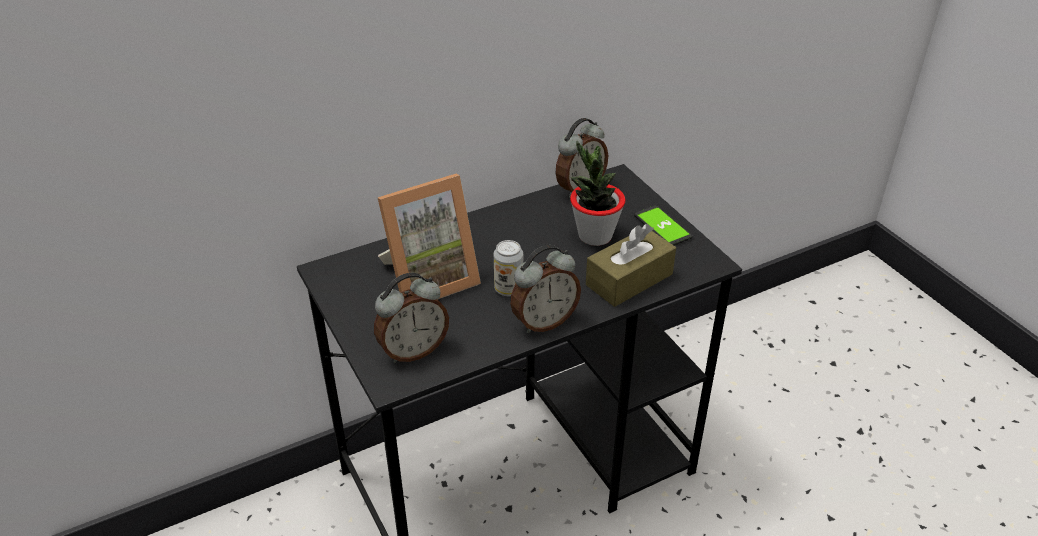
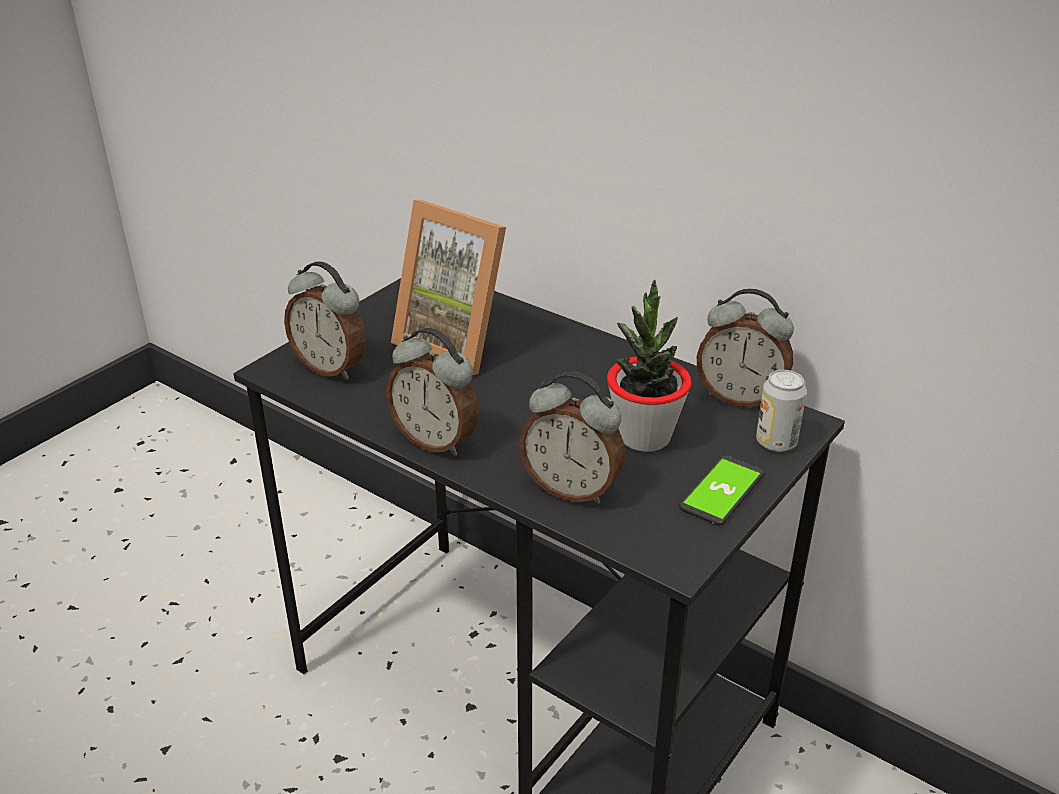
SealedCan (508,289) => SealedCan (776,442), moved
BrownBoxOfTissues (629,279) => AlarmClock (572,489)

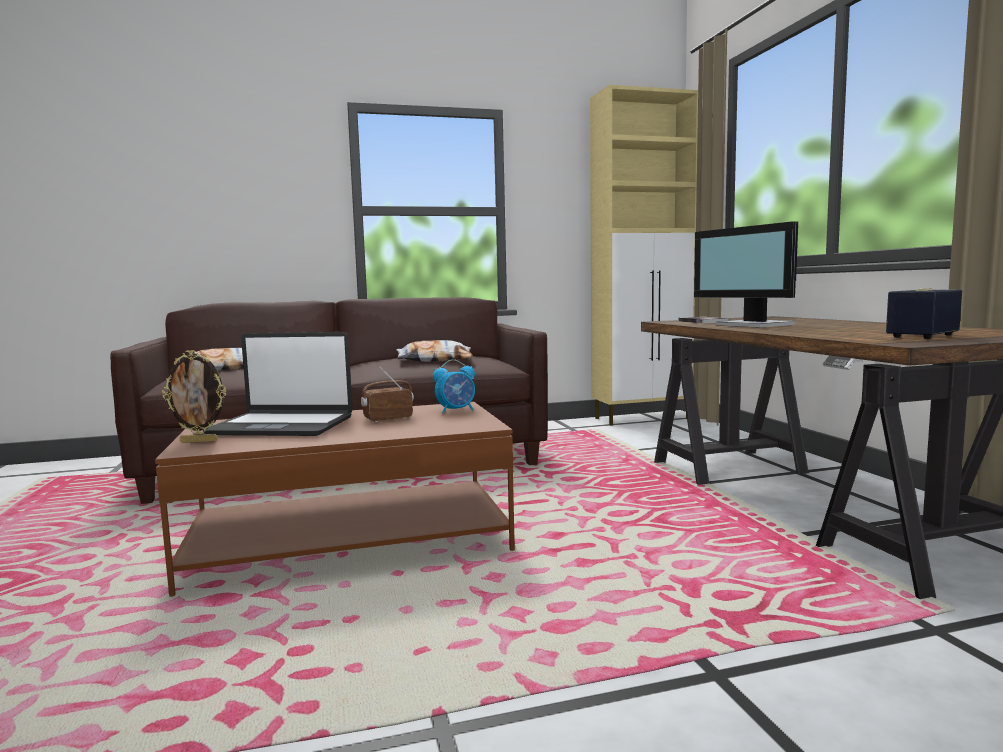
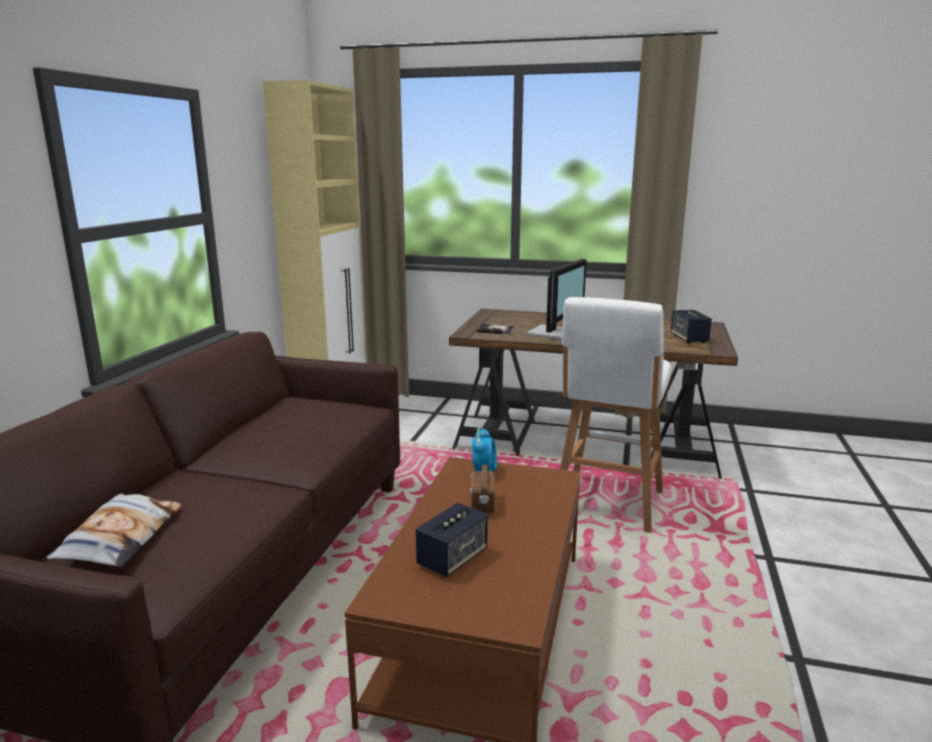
PhotoFrame (199,441) => nothing
Cushion (435,360) => nothing
nothing => WhiteColouredStoolSeat (607,504)
PortableComputer (283,426) => AudioSpeaker (452,559)
Monitor (753,325) => Monitor (553,333), 60 degrees counterclockwise

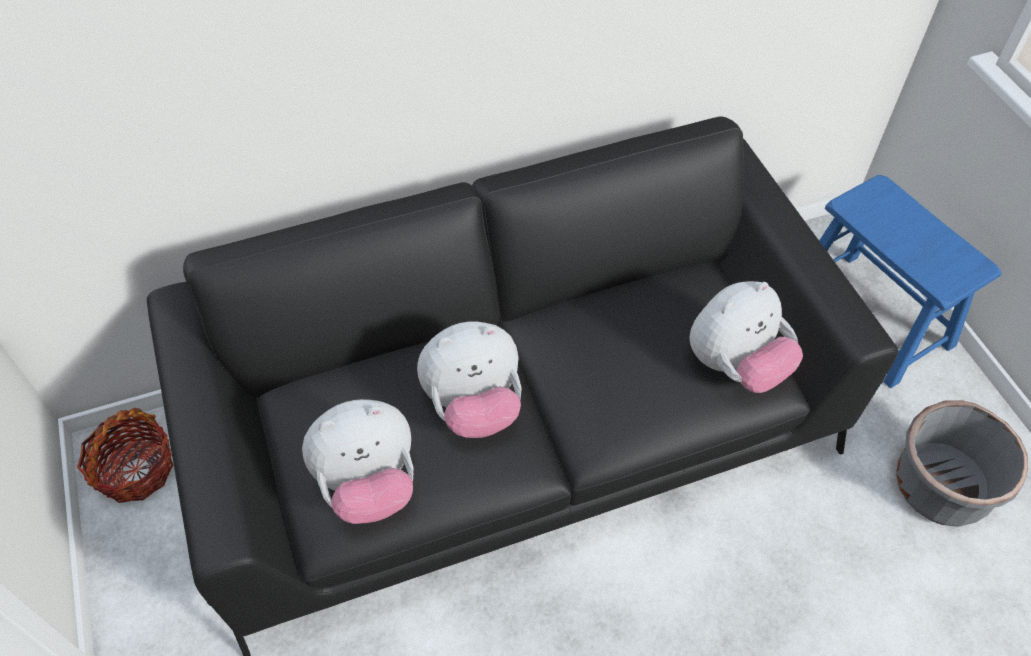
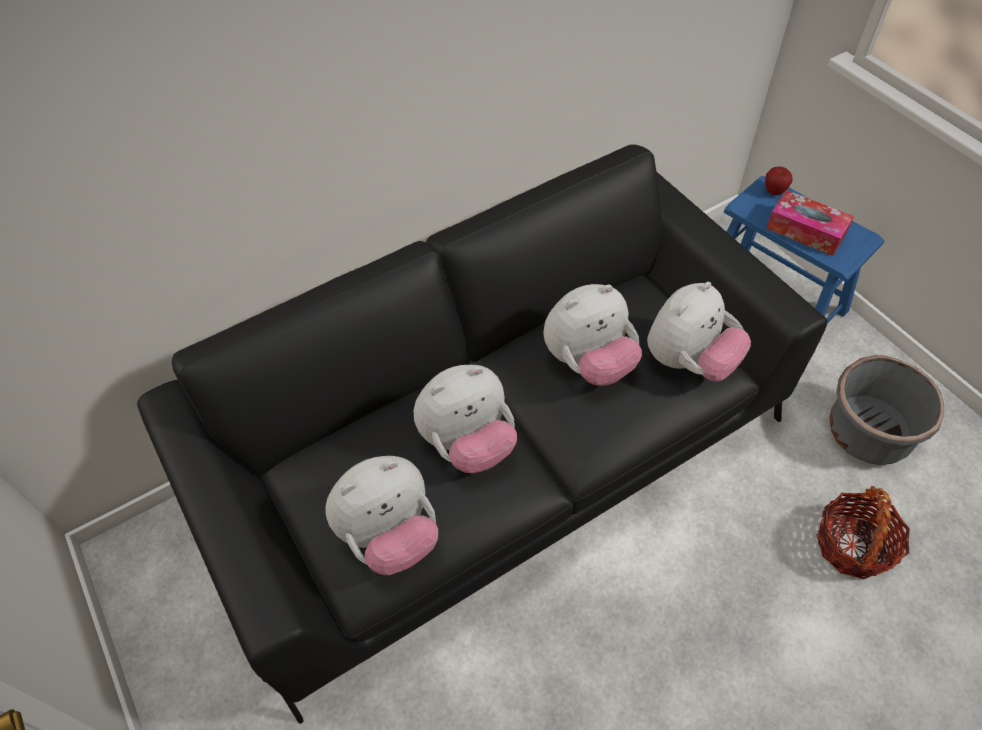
nothing => SoftToy (589,362)
nothing => WholeApple (774,191)
nothing => BoxOfTissues (805,231)
StorageBasket (136,470) => StorageBasket (853,545), moved

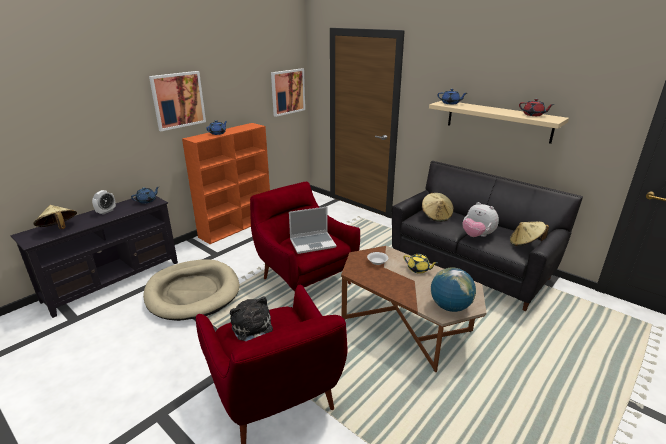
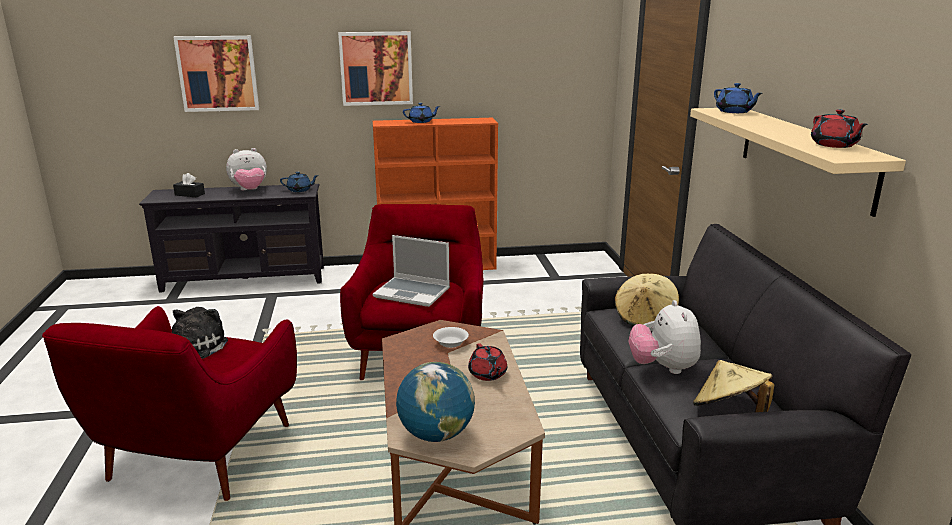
BeigeColouredDogCushion (193,292) => nothing
WallArt (287,92) => WallArt (218,73), moved
BeigeColouredWearableHat (59,229) => BlackBoxOfTissues (189,194)
AlarmClock (106,211) => SoftToy (249,190)
YellowColouredTeaPot (418,269) => ReddishTeaPot (487,374)

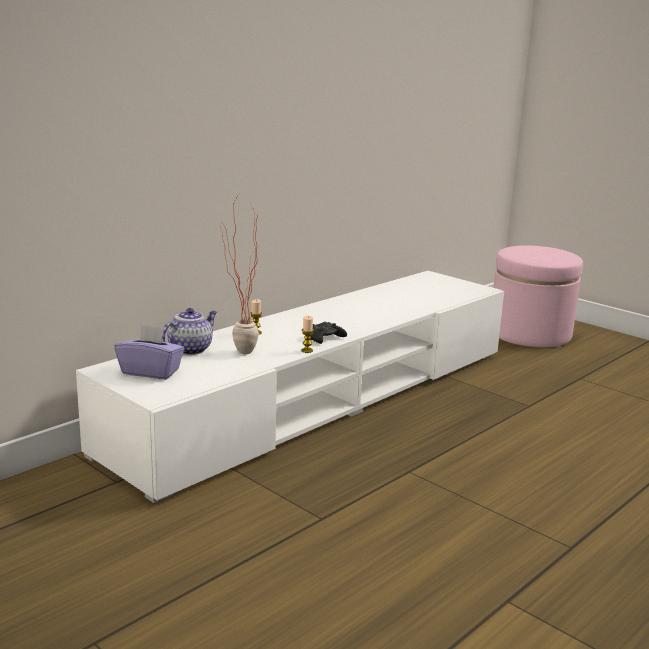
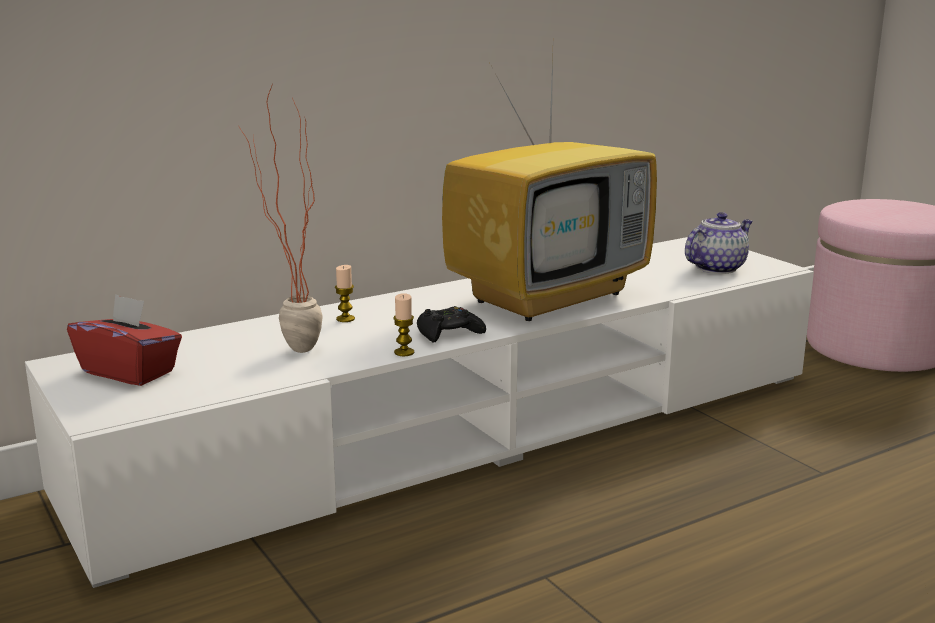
nothing => Tv (549,296)
TeaPot (190,349) => TeaPot (717,268), moved
PurpleBoxOfTissues (151,372) => ReddishBoxOfTissues (130,372)

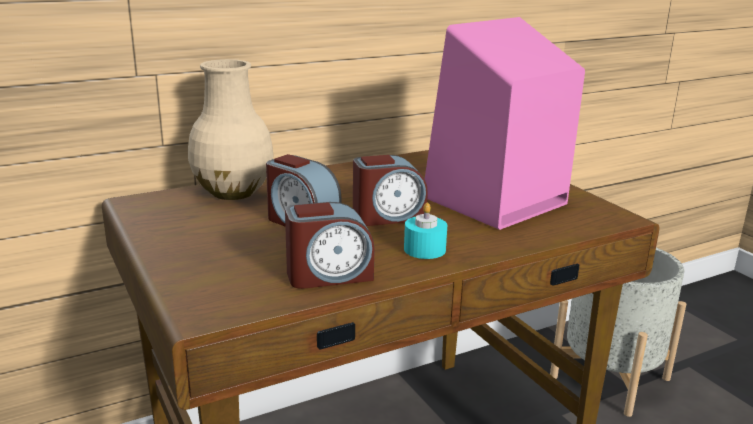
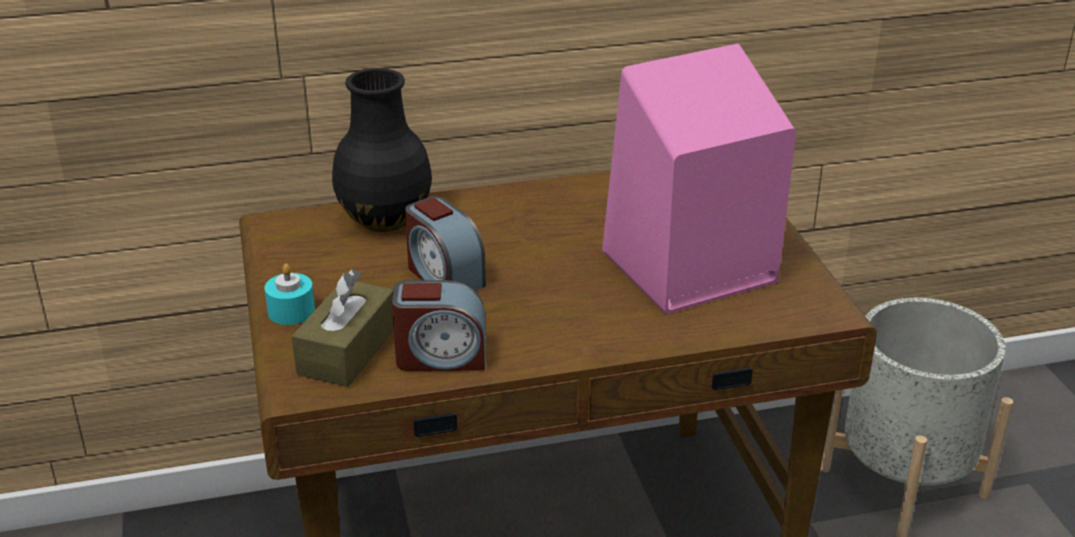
AlarmClock (388,216) => nothing
nothing => BrownBoxOfTissues (347,350)
TurquoiseWaxCandle (424,249) => TurquoiseWaxCandle (291,311), moved
BeigeColouredDecorativeVase (232,192) => BlackDecorativeVase (383,219)

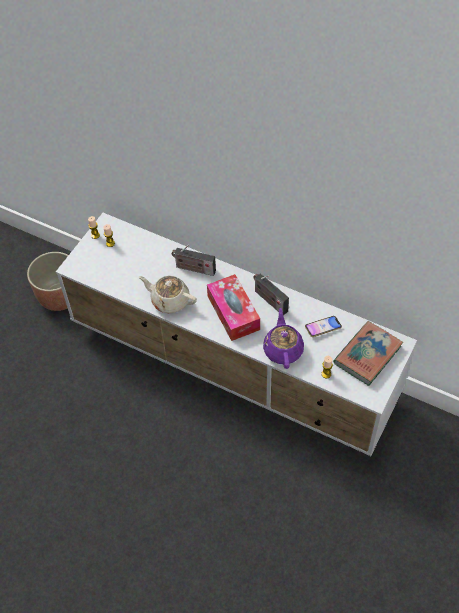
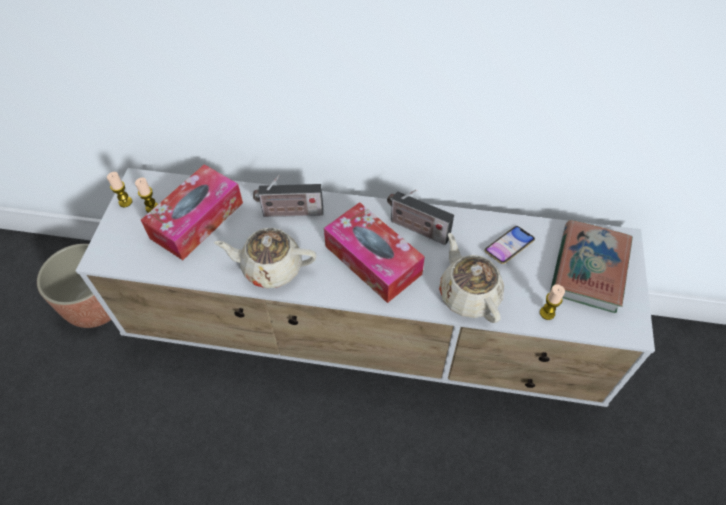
nothing => BoxOfTissues (197,220)
PurpleTeaPot (283,349) => BeigeColouredTeaPot (468,294)

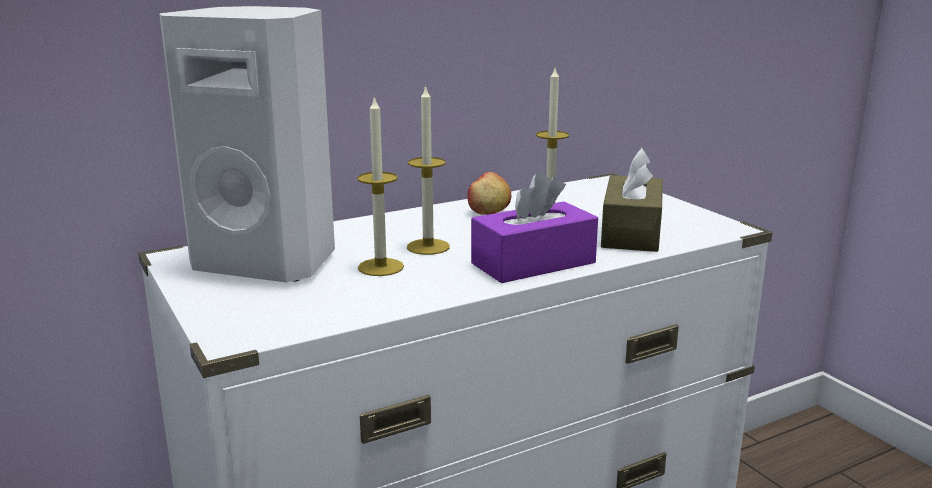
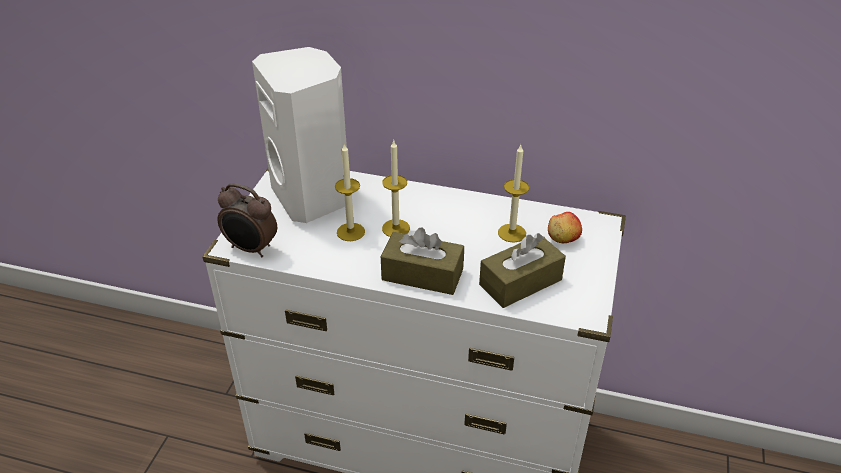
nothing => AlarmClock (251,249)
WholeApple (489,213) => WholeApple (563,238), moved
PurpleBoxOfTissues (533,263) => BrownBoxOfTissues (422,275)

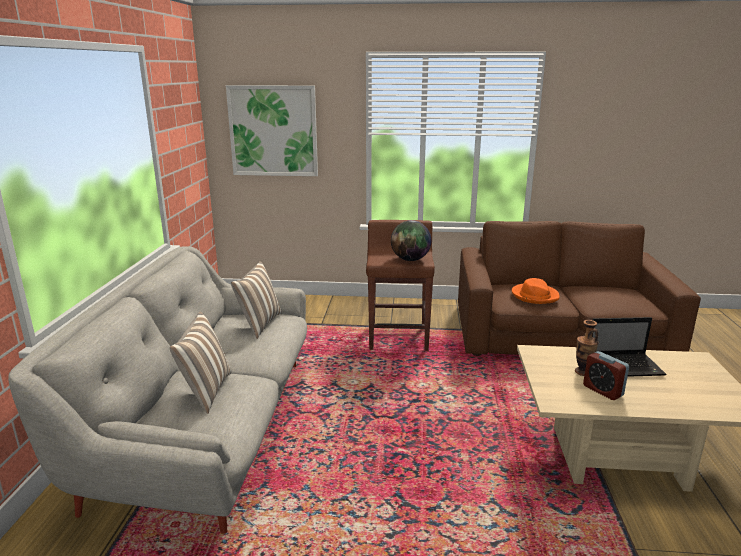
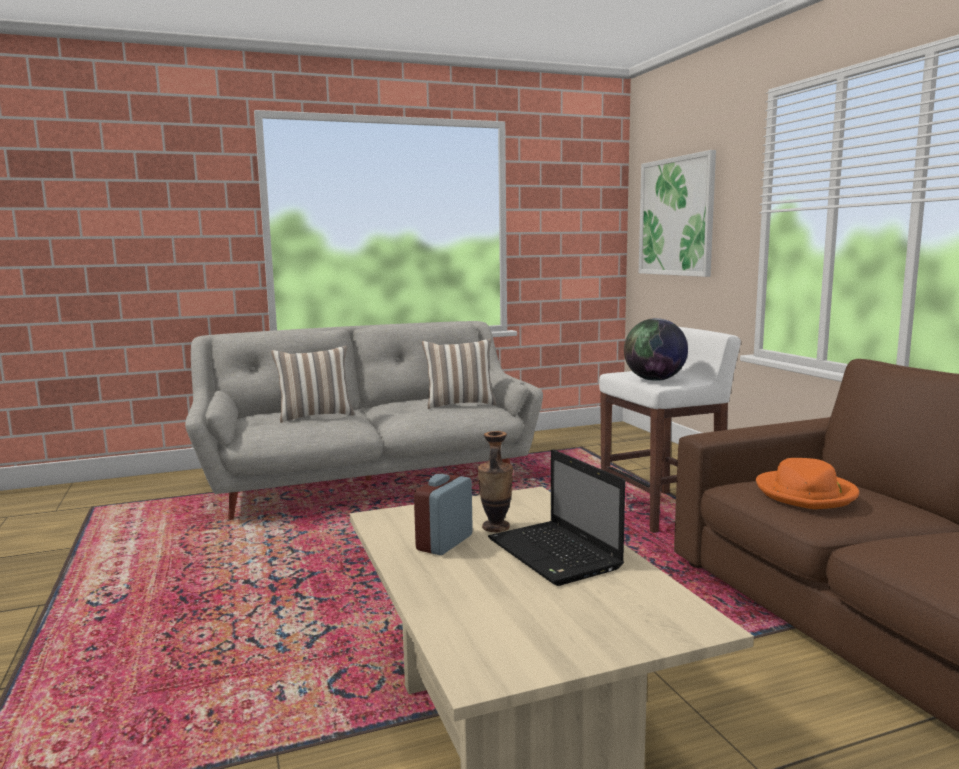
BrownStoolSeat (398,337) => WhiteColouredStoolSeat (662,511)

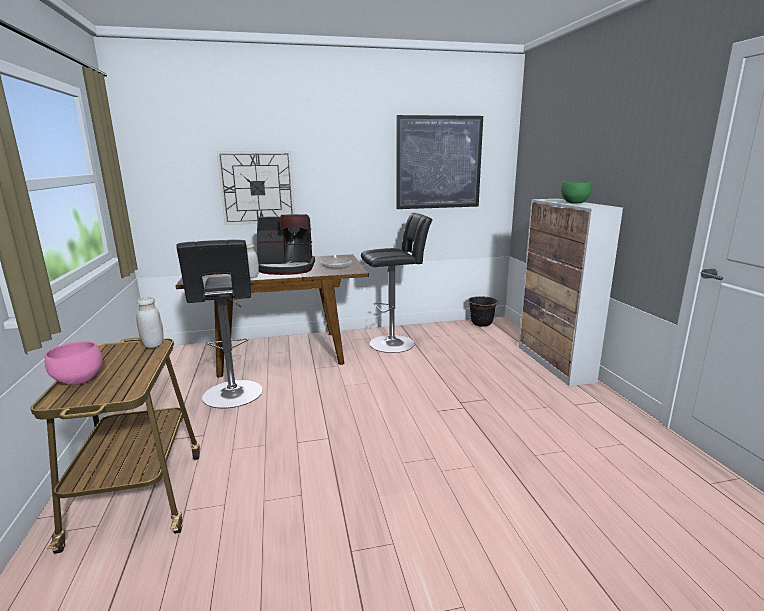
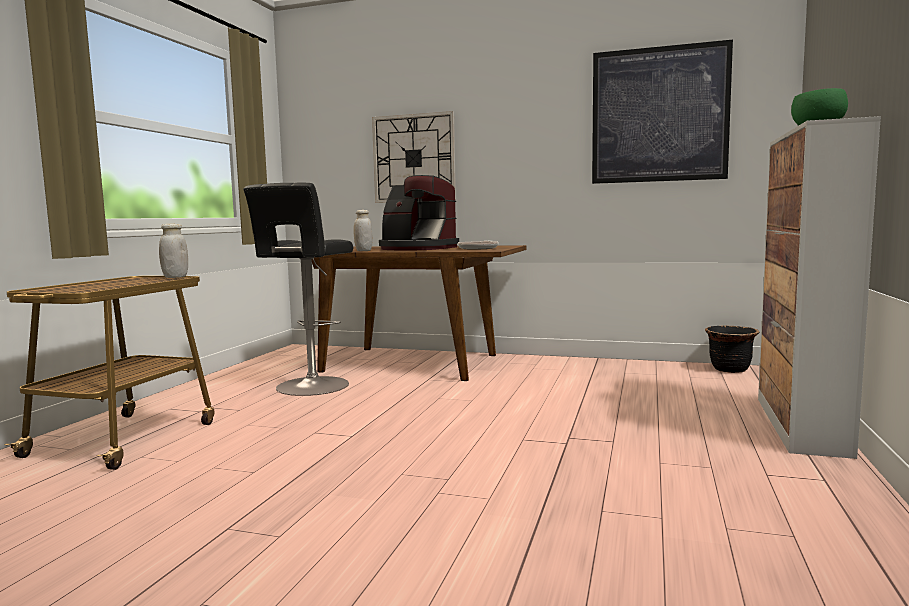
PinkishBowl (79,381) => nothing
BlackStoolSeat (395,343) => nothing

